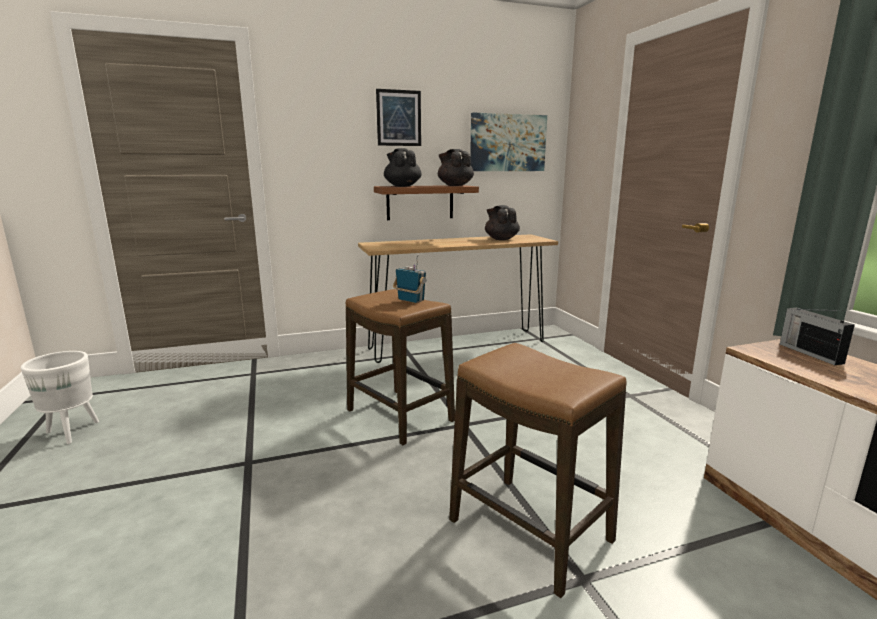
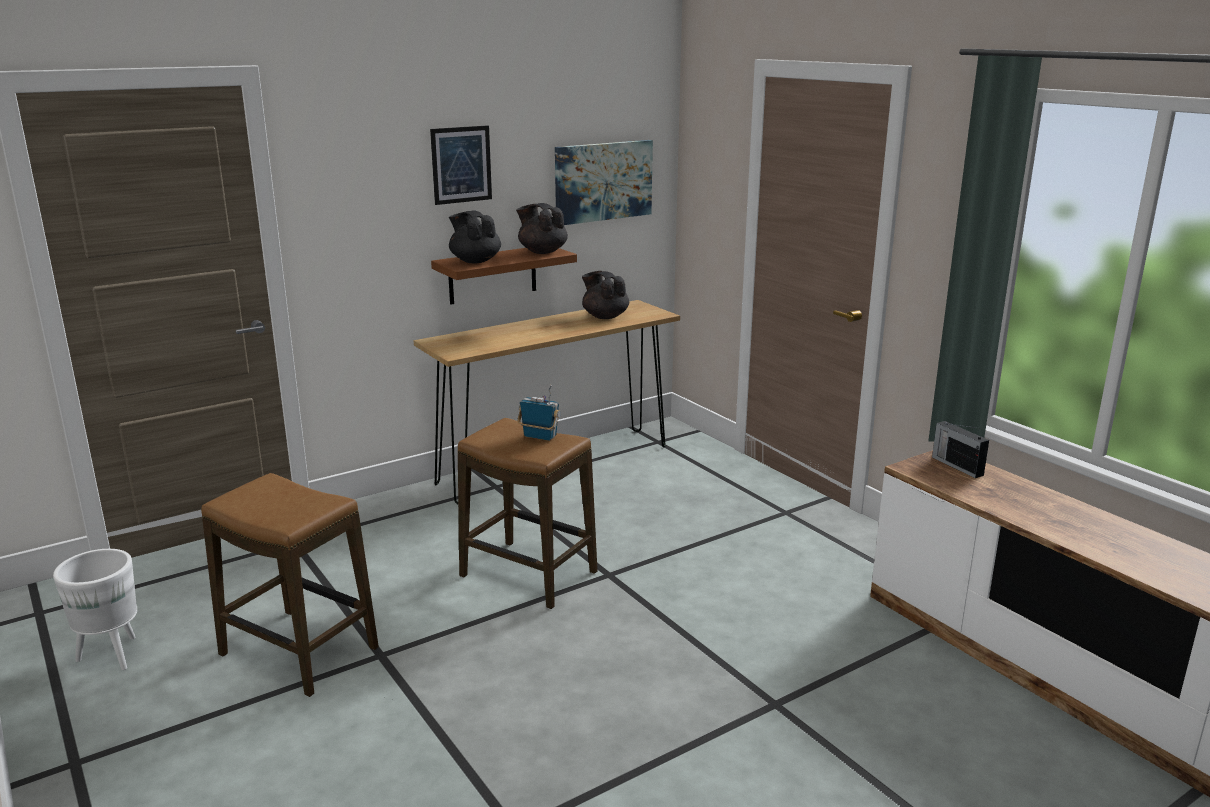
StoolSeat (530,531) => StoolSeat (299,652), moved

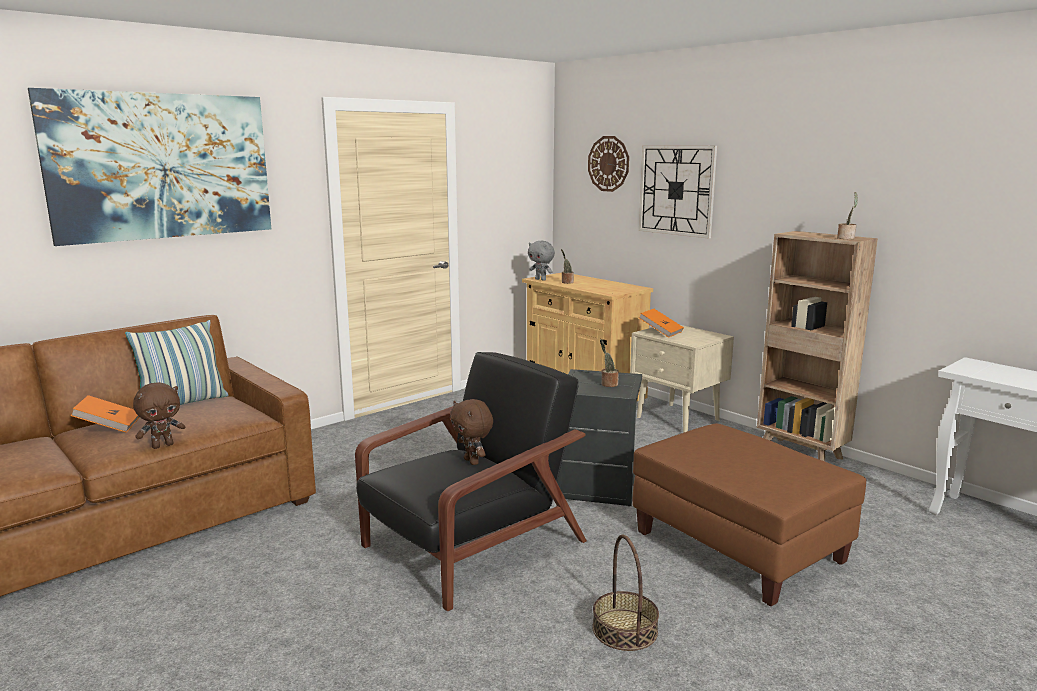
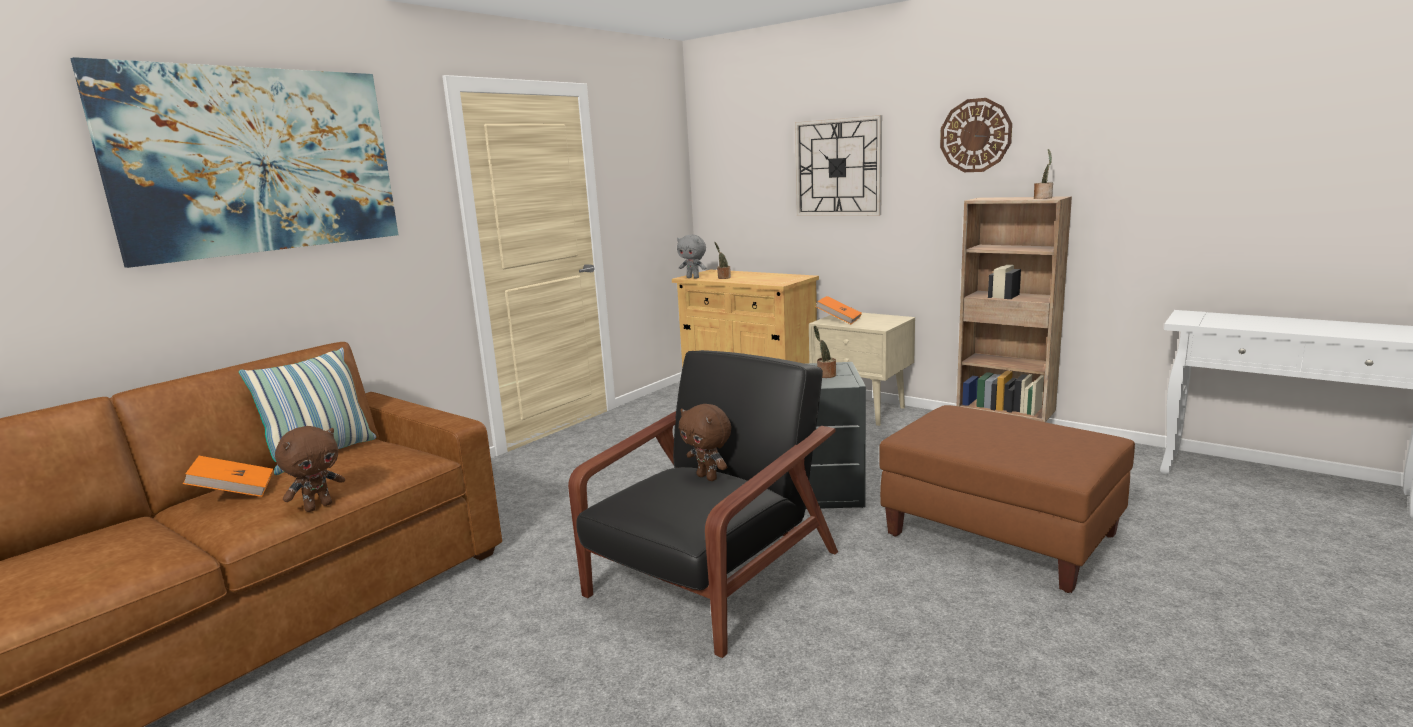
StorageBasket (624,629) => nothing
ClockOnTheWall (608,163) => ClockOnTheWall (975,135), moved

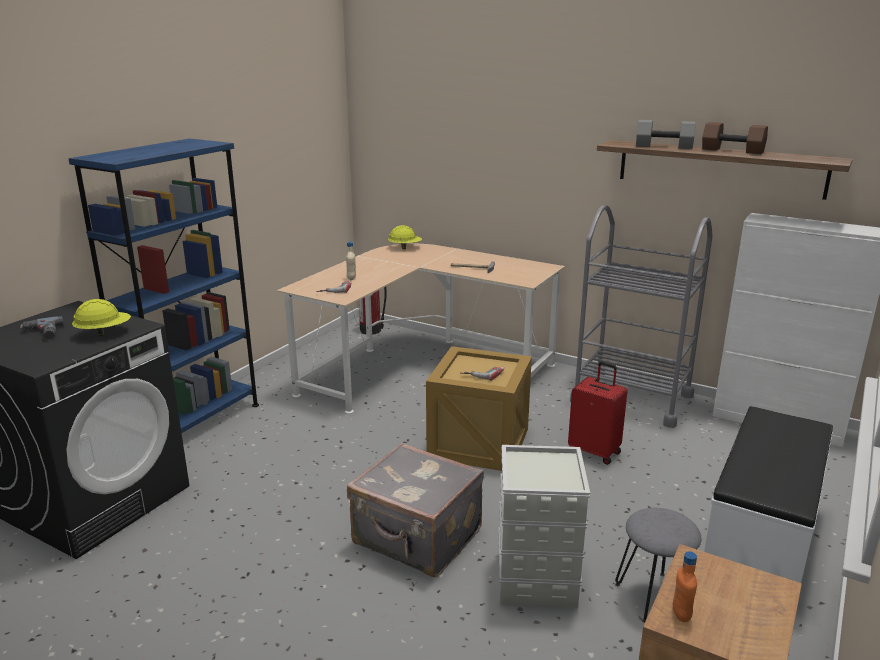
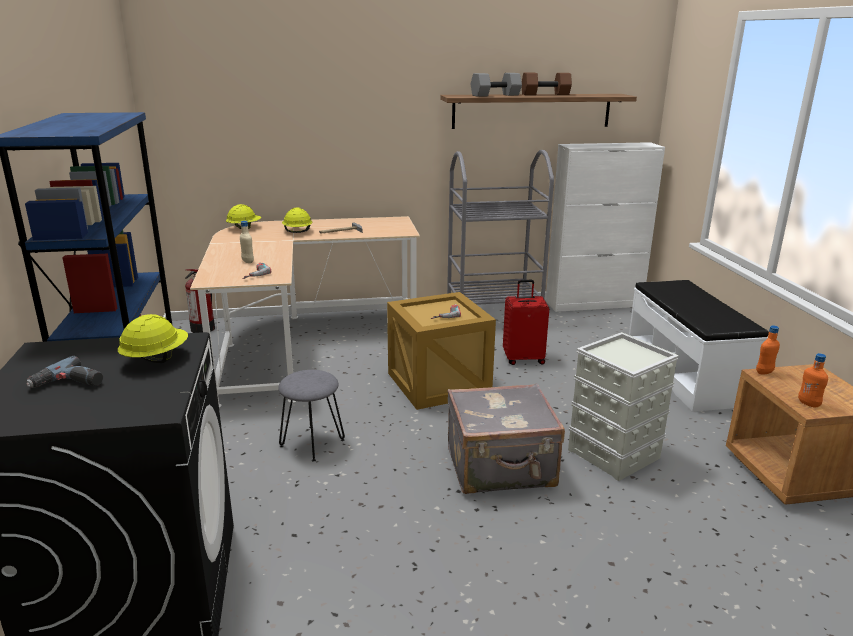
nothing => YellowColouredSafetyHelmet (297,231)
nothing => OrangeyDrinkBottle (764,372)
GrayStoolSeat (653,597) => GrayStoolSeat (312,443), moved

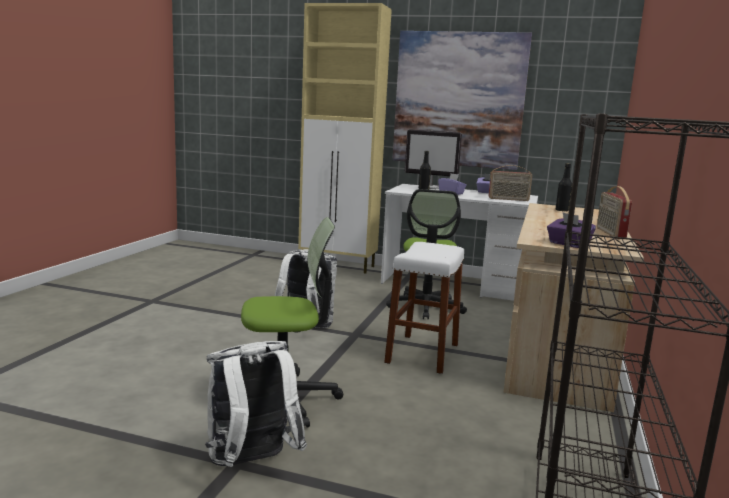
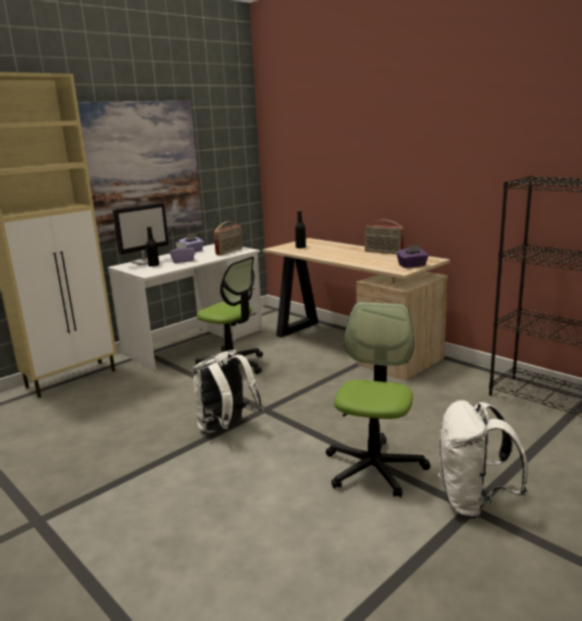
WhiteColouredStoolSeat (422,353) => nothing

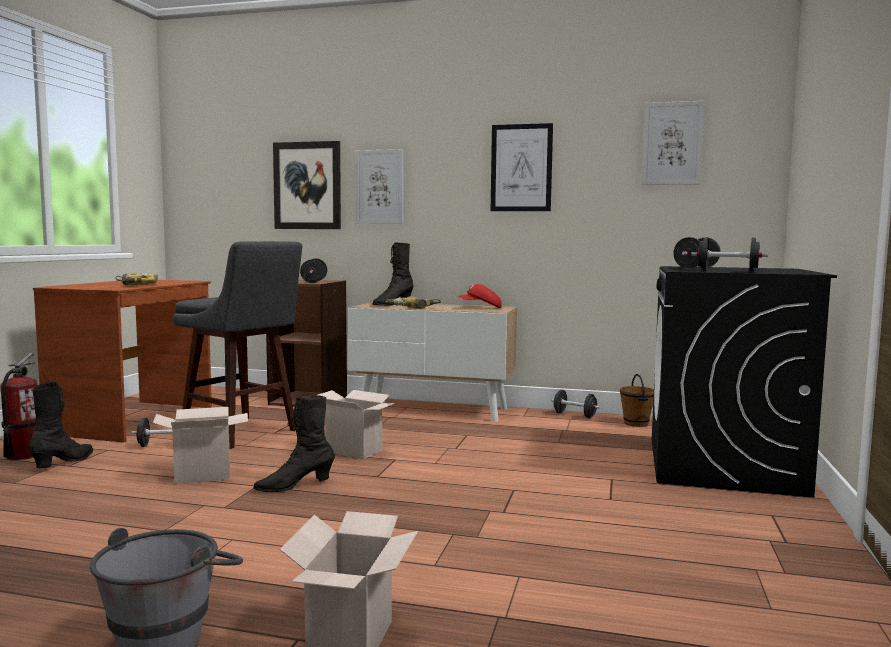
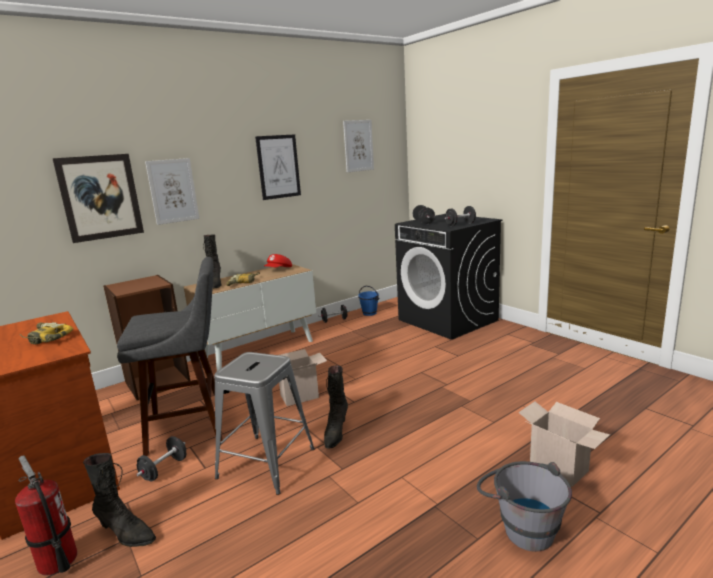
BlackFreeWeight (314,282) => nothing
CardboardBox (205,475) => GrayStoolSeat (266,463)
BrownPail (636,423) => BlueColouredPail (369,313)
BlackTallBoot (64,462) => BlackTallBoot (126,534), 150 degrees clockwise

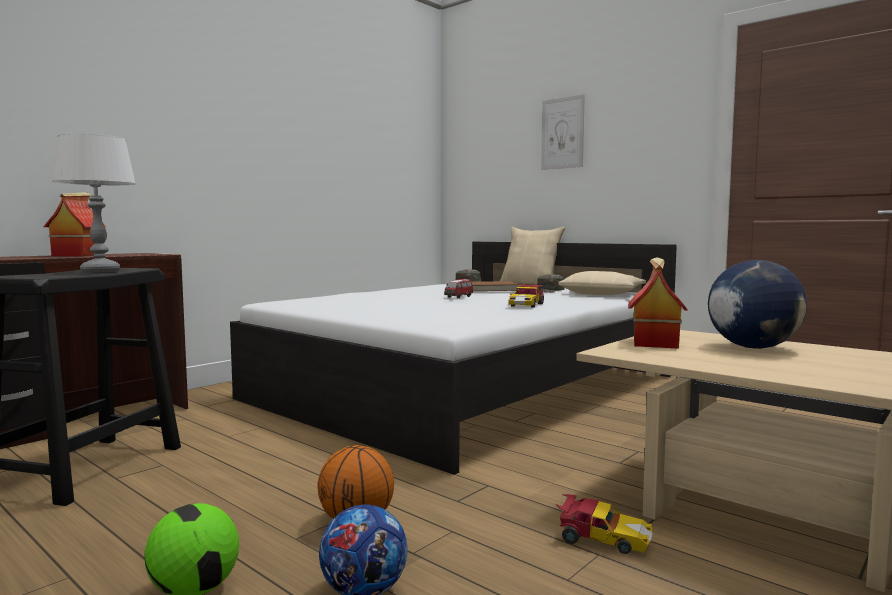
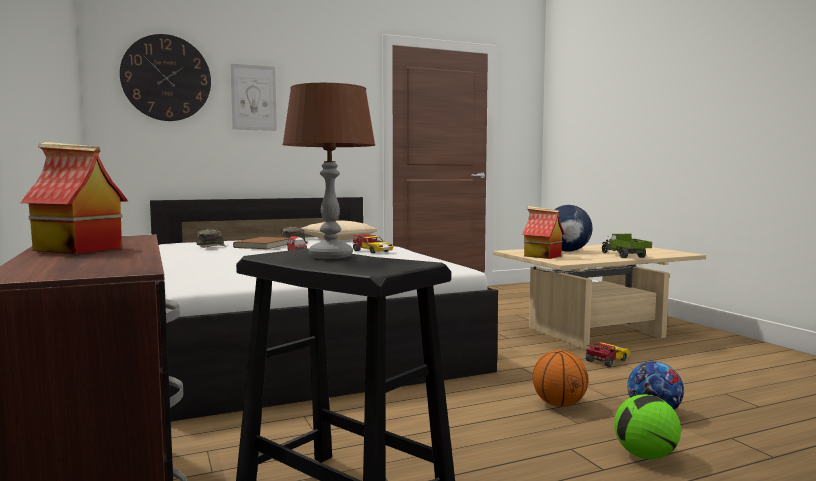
BeigeColouredCushion (530,284) => nothing
nothing => ClockOnTheWall (166,78)
nothing => ModelTruck (624,256)
WhiteColouredLampForATable (100,271) => BrownLampForATable (330,256)

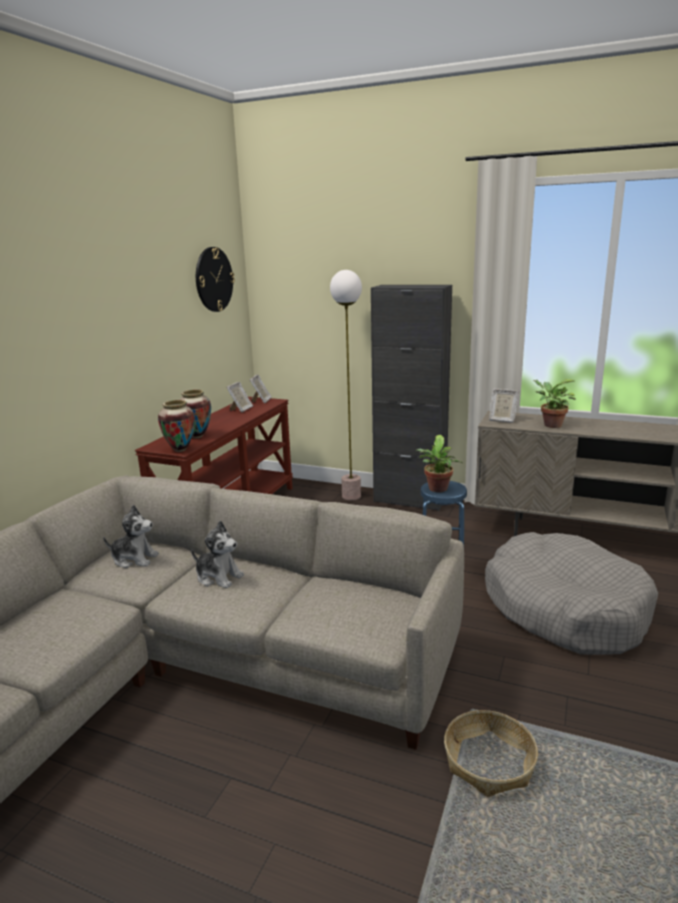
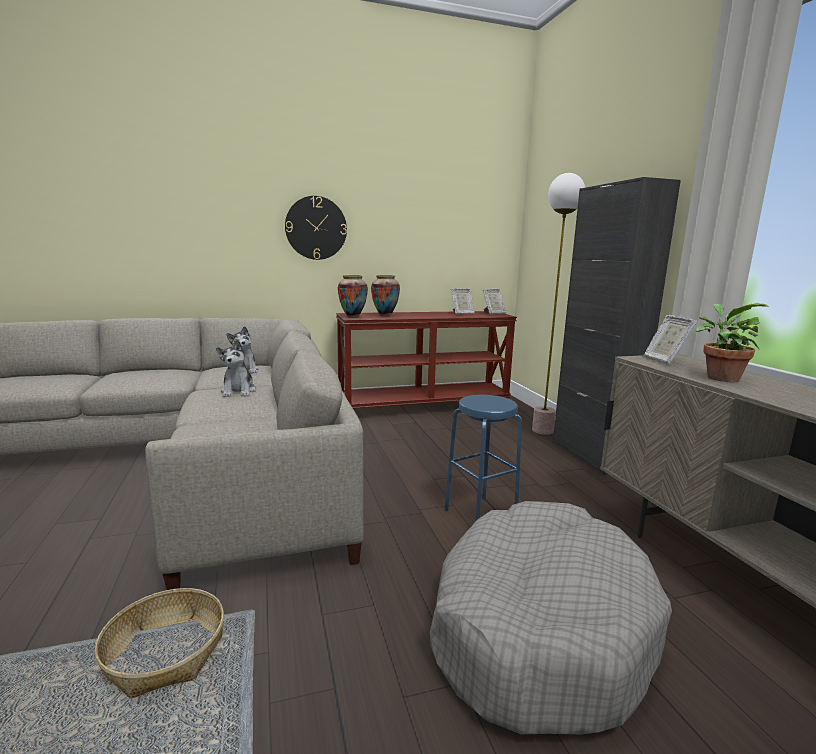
PottedPlant (437,489) => nothing
ClockOnTheWall (213,279) => ClockOnTheWall (316,228), moved

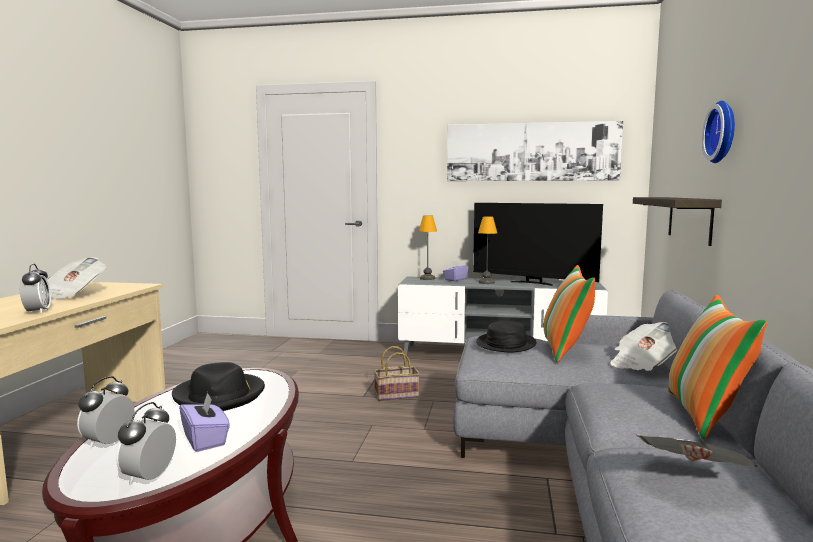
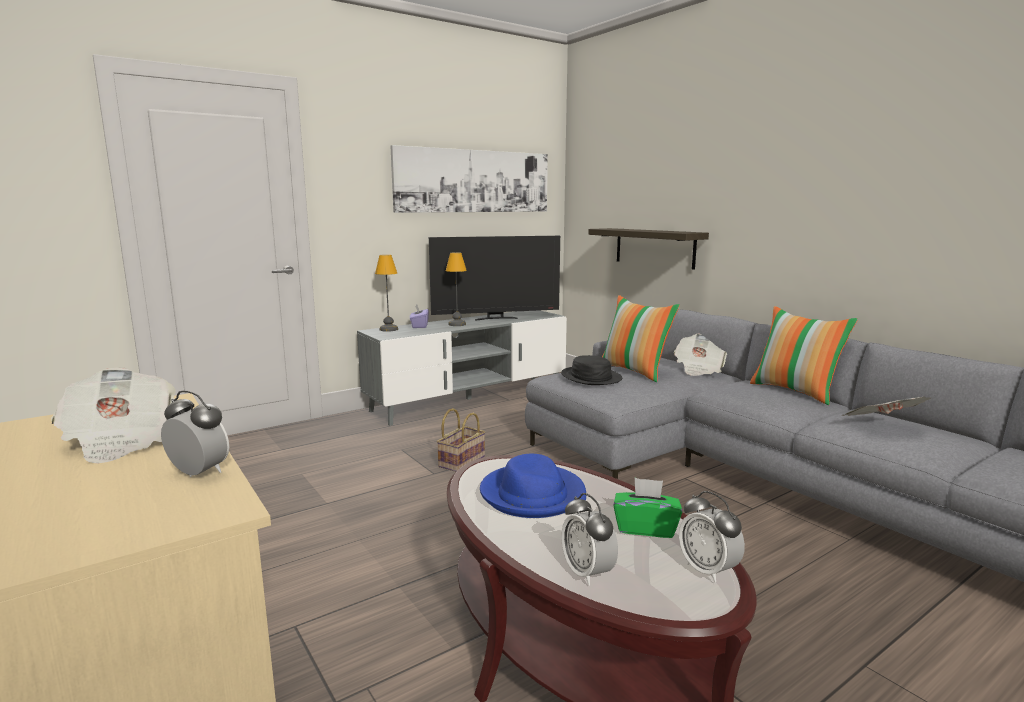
ClockOnTheWall (724,132) => nothing
BlackWearableHat (220,396) => BlueColouredWearableHat (533,495)
PurpleBoxOfTissues (205,440) => GreenColouredBoxOfTissues (645,528)

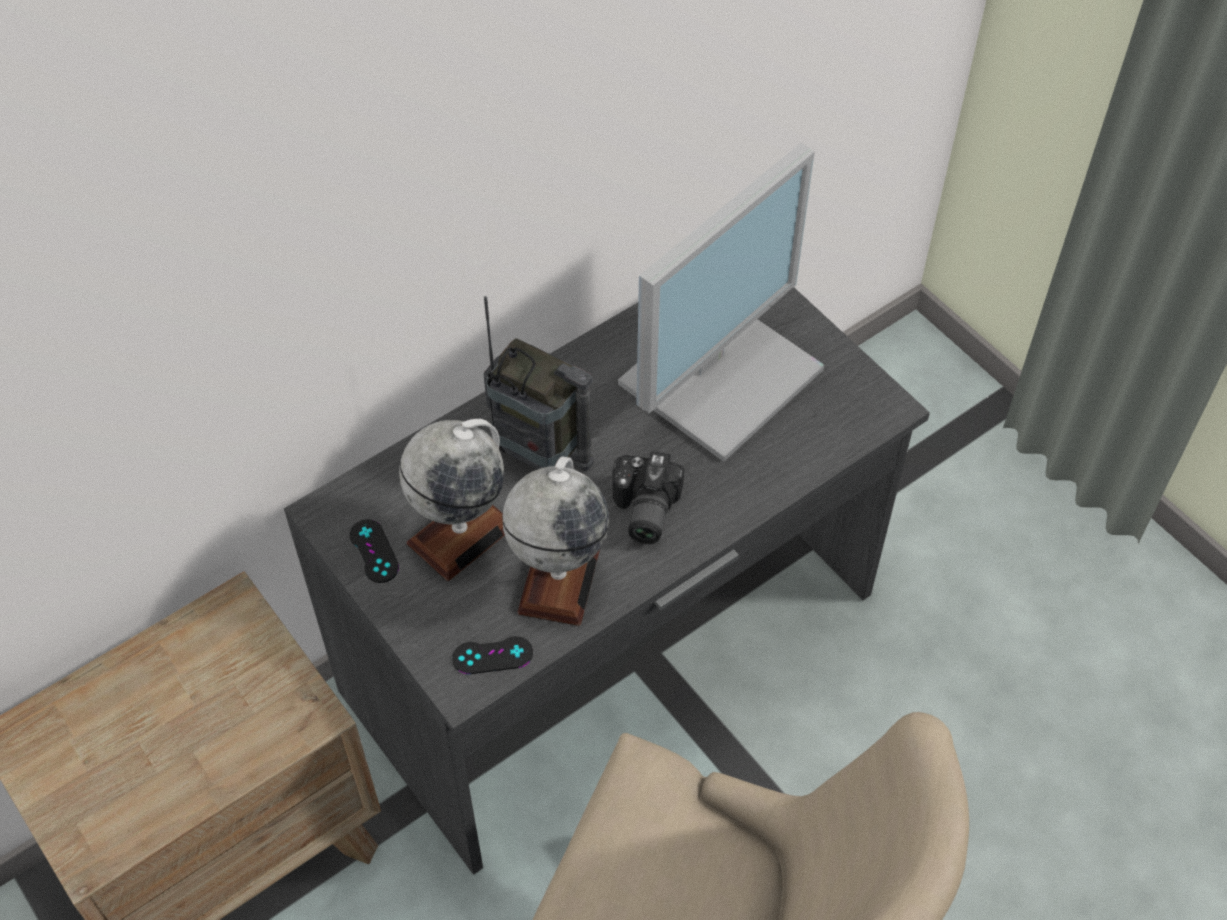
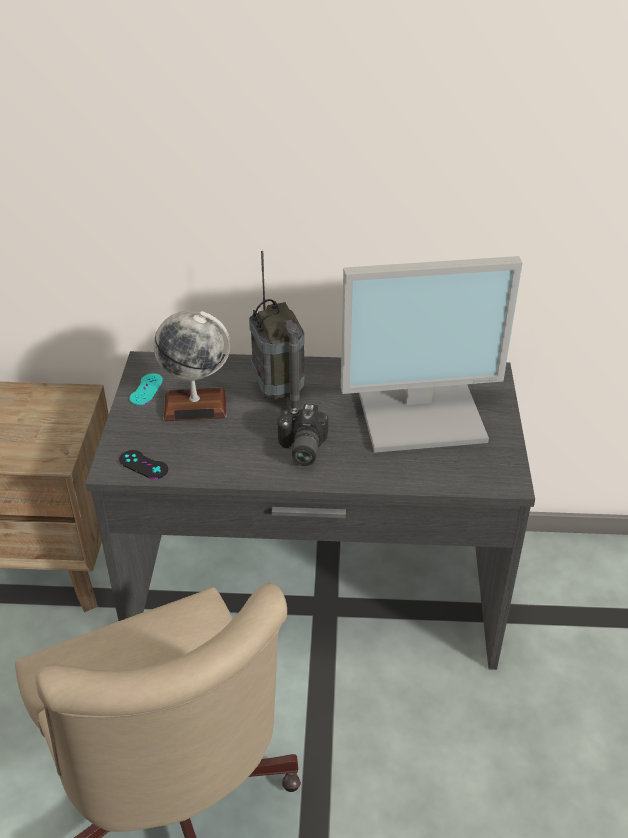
Globe (559,579) => nothing
BlackGamepad (374,551) => TurquoiseGamepad (146,389)
StillCamera (642,510) => StillCamera (300,448), 45 degrees counterclockwise

